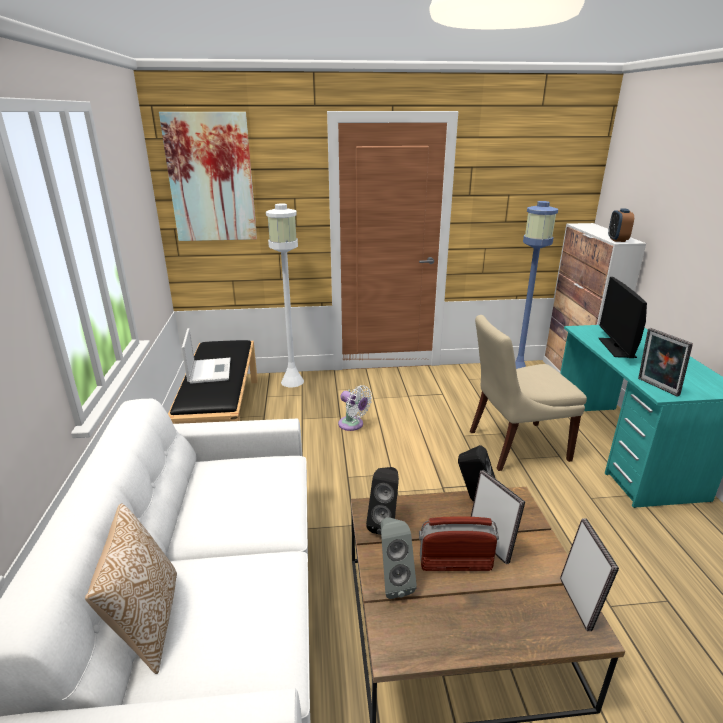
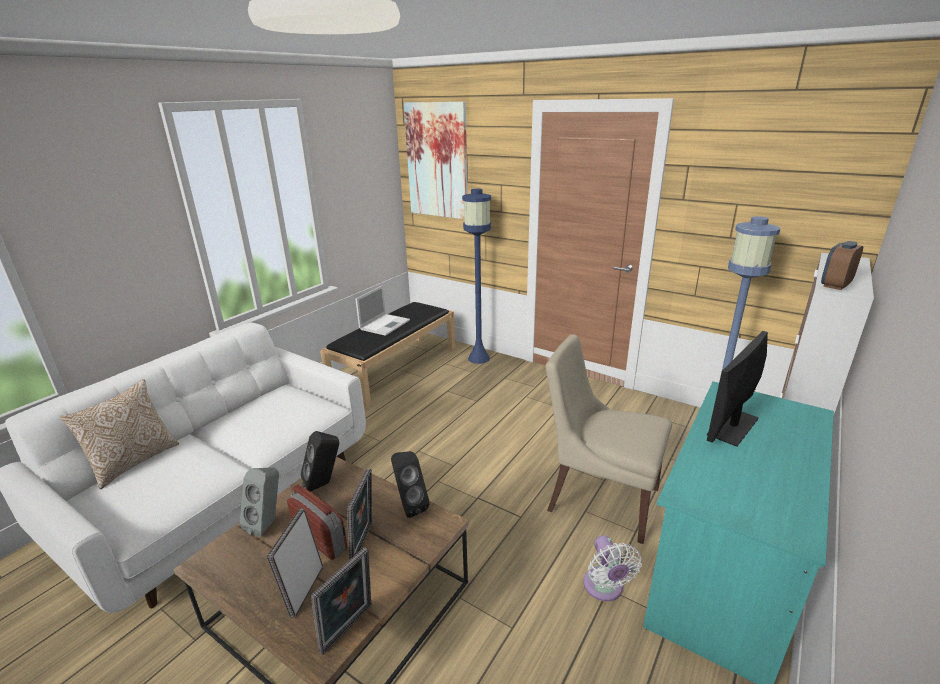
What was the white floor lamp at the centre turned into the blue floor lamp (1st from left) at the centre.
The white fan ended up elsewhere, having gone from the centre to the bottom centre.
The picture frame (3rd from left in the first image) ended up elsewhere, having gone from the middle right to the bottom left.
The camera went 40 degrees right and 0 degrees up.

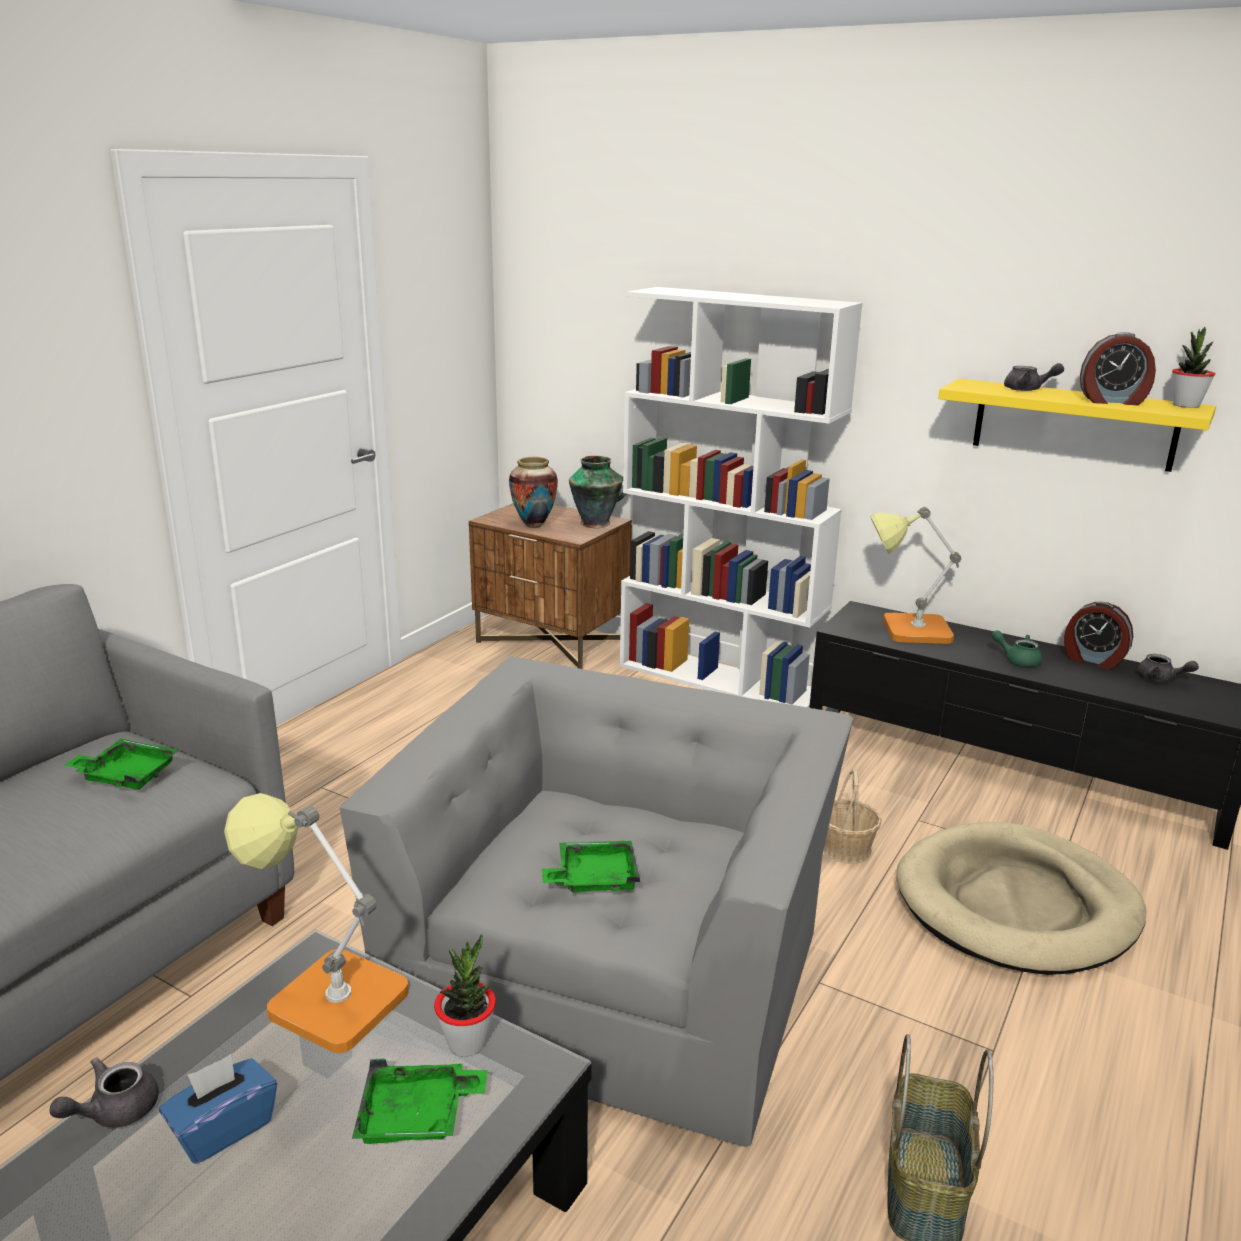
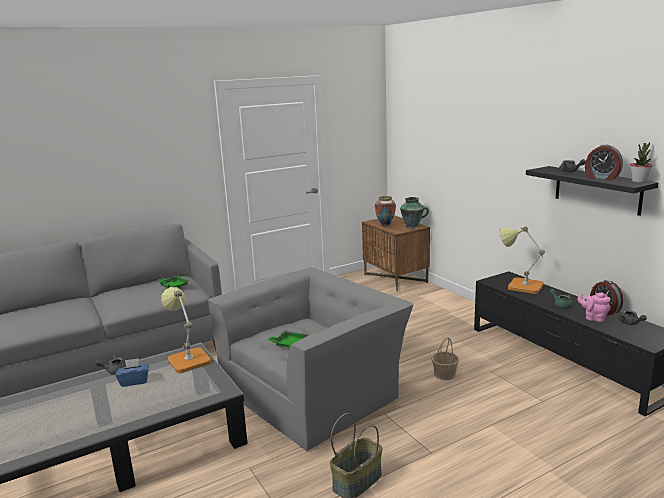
The second view lost the green tray (2nd from left) at the bottom centre.
The second view lost the potted plant (1st from left) at the bottom centre.
The second view lost the white bookcase at the centre.
The second view lost the beige dog bed at the bottom right.
What was the yellow shelf at the middle right turned into the black shelf at the middle right.
The second view gained the pink teapot at the middle right.
The camera went 30 degrees right and 5 degrees down.

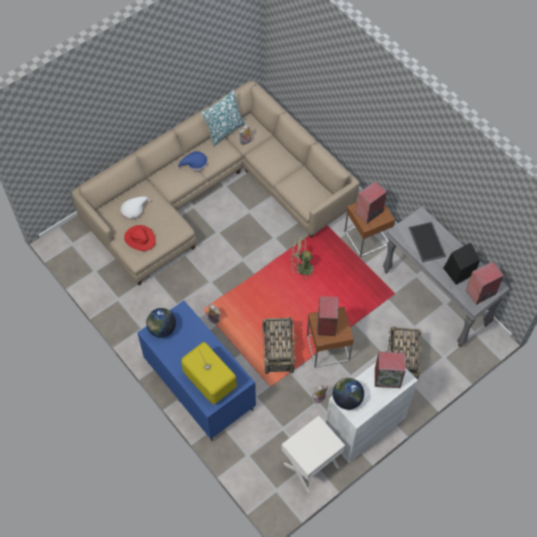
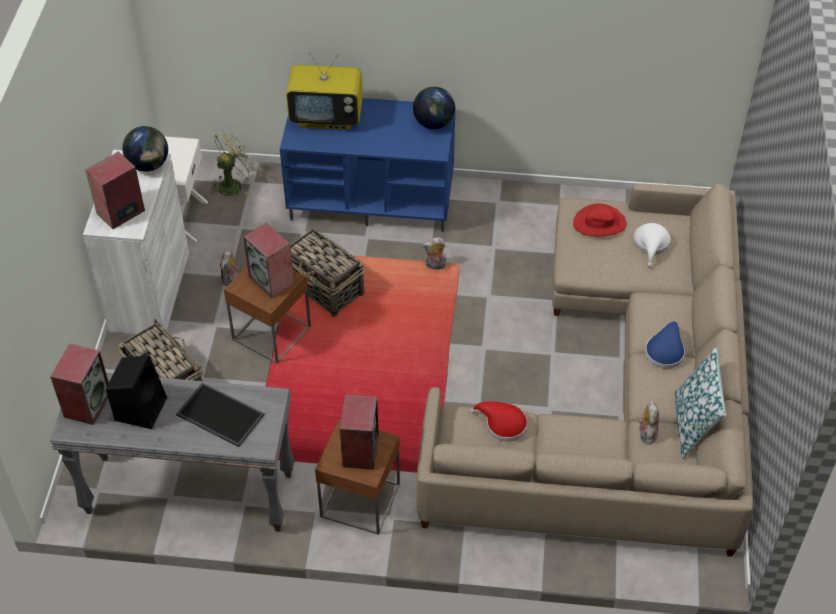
The green fan ended up elsewhere, having gone from the centre to the top left.
The second view gained the red hat (1st from left) at the bottom centre.
The camera went 135 degrees right and 10 degrees down.

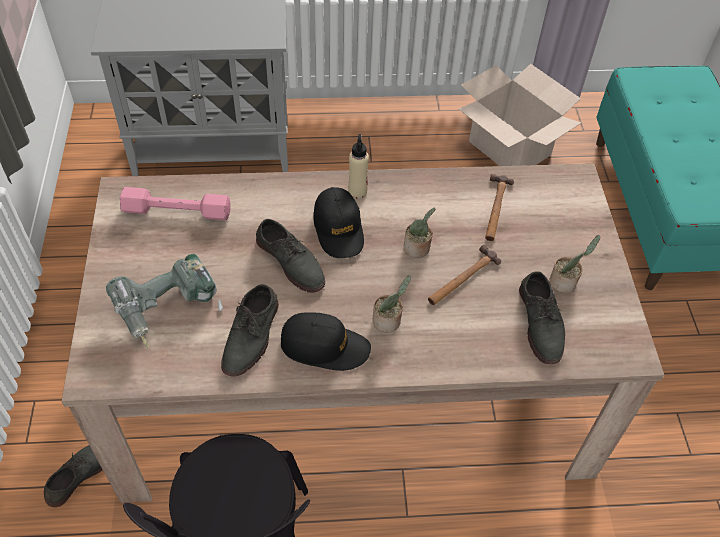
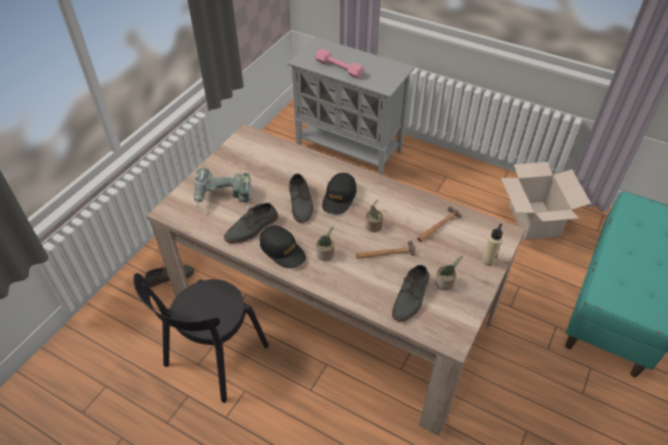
The pink dumbbell ended up elsewhere, having gone from the middle left to the top centre.
The beige bottle ended up elsewhere, having gone from the top centre to the middle right.
The camera went 35 degrees right and 5 degrees down.

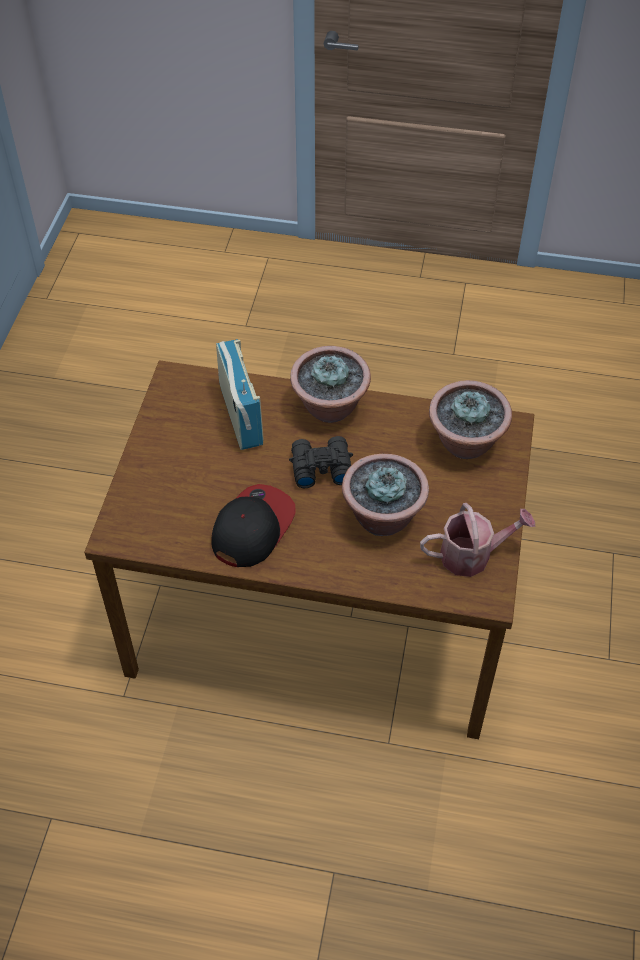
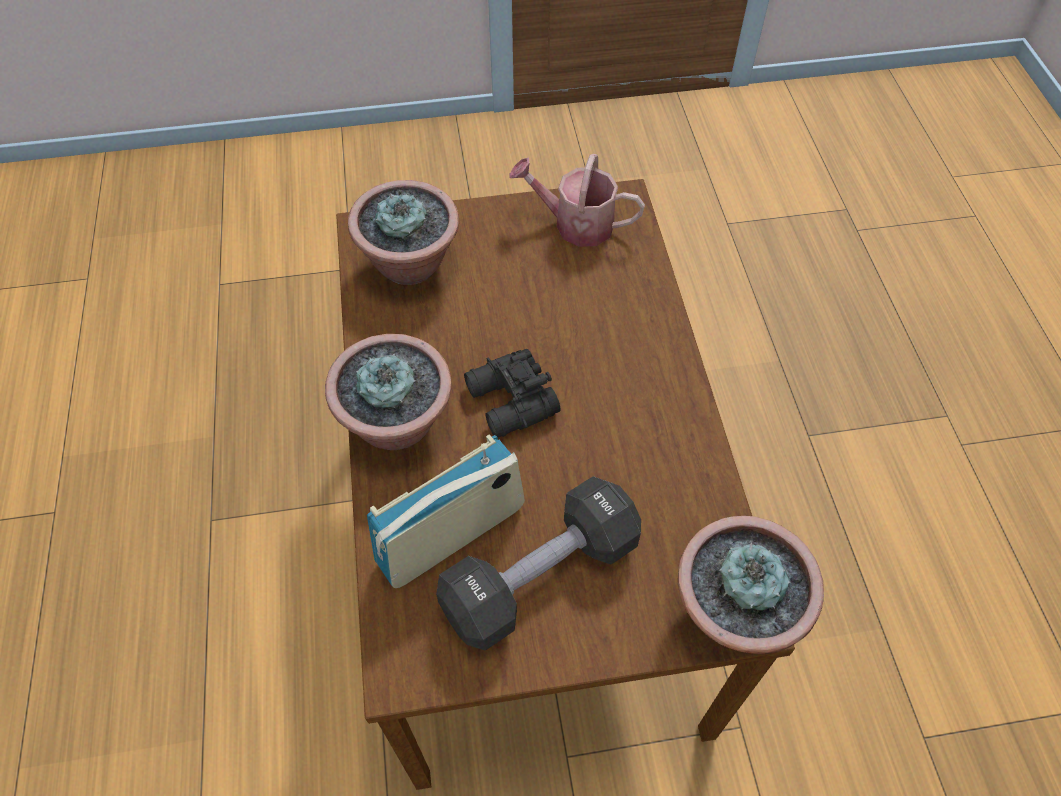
The second view lost the cap at the centre.
The potted plant (2nd from left in the first image) ended up elsewhere, having gone from the centre to the bottom right.
The watering can at the middle right ended up facing another way, 45 degrees counterclockwise from before.
The second view gained the black dumbbell at the bottom centre.
The camera went 110 degrees left and 5 degrees up.

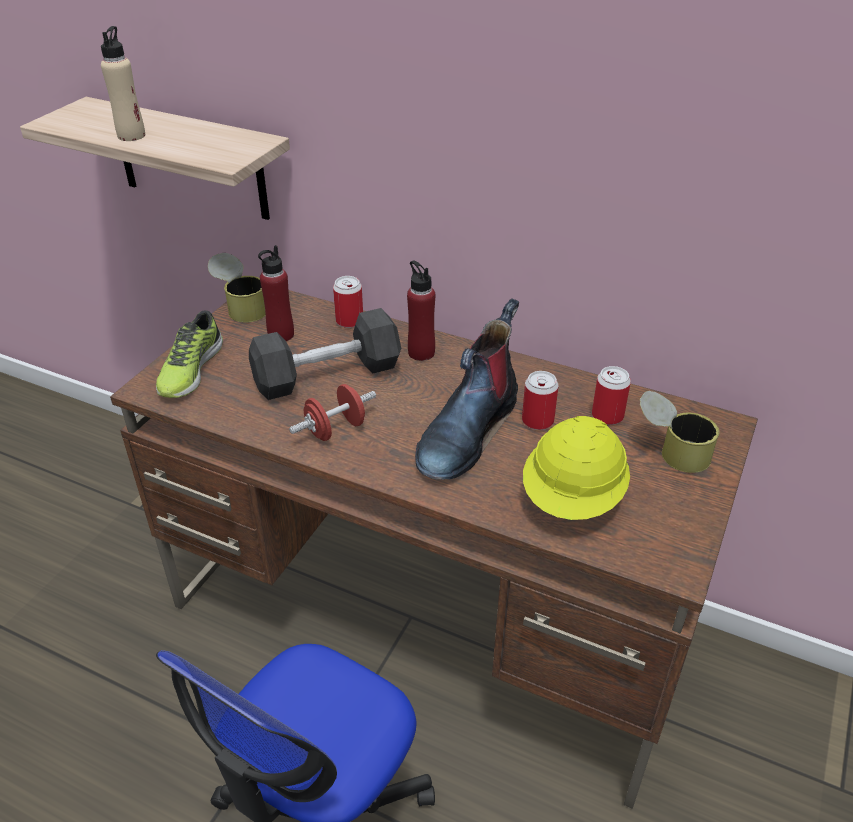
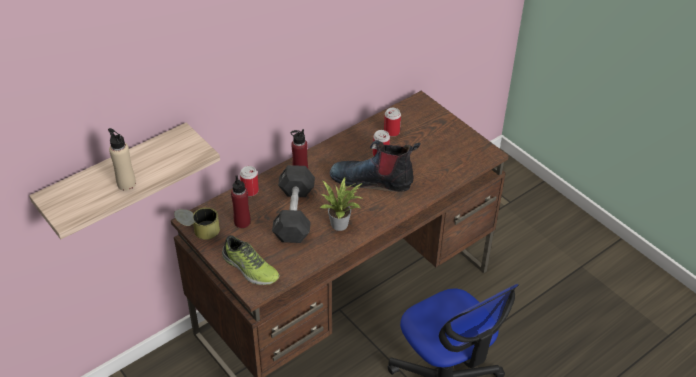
Where the red dumbbell stood at the centre, the potted plant came to stand at the centre.
The boot at the centre ended up facing another way, 135 degrees clockwise from before.
The second view lost the yellow hard hat at the middle right.
The second view lost the can (5th from left) at the middle right.
The camera went 65 degrees left and 5 degrees up.

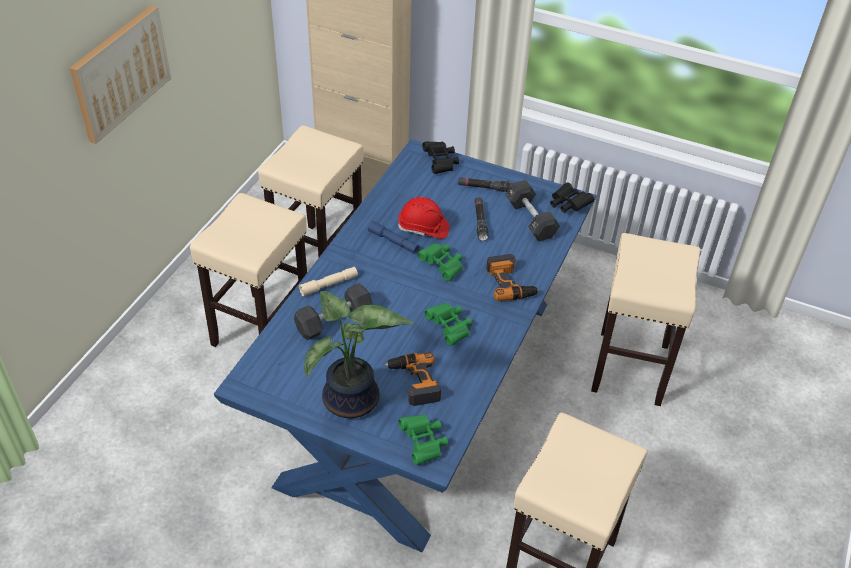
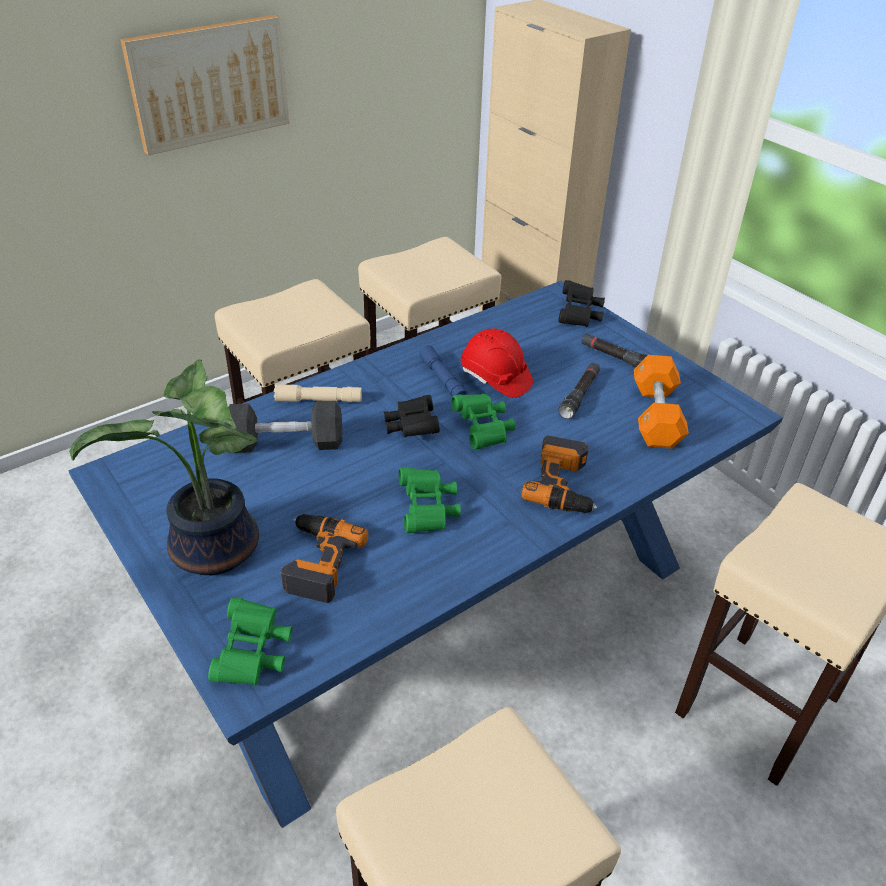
What was the black dumbbell (2nd from left) at the centre turned into the orange dumbbell at the middle right.
The black binoculars (2nd from left in the first image) ended up elsewhere, having gone from the middle right to the centre.
The camera went 30 degrees right and 5 degrees down.

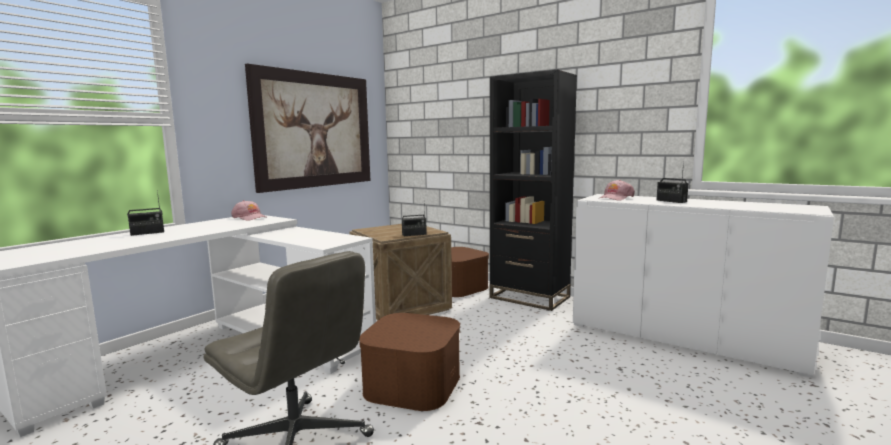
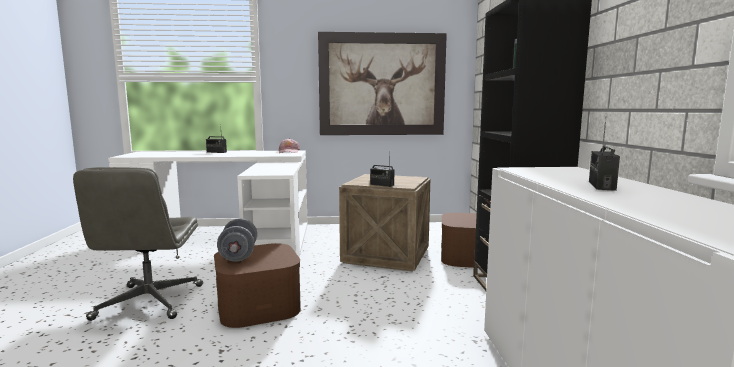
The second view lost the pink cap (2nd from left) at the middle right.
The second view gained the grey dumbbell at the middle left.
The camera went 50 degrees right and 0 degrees up.

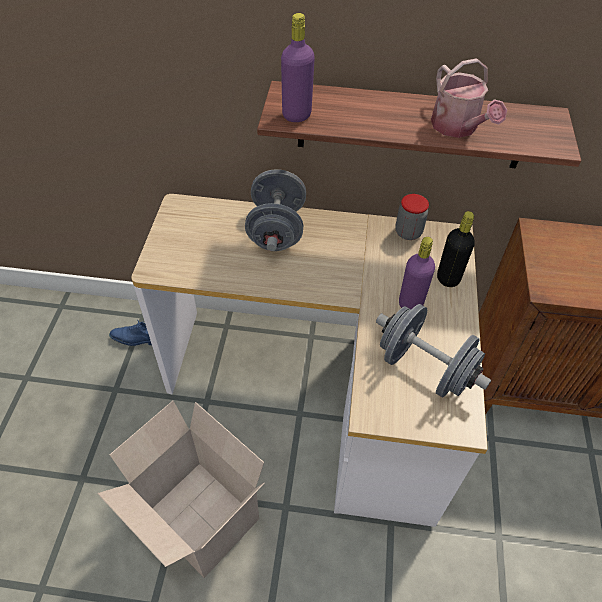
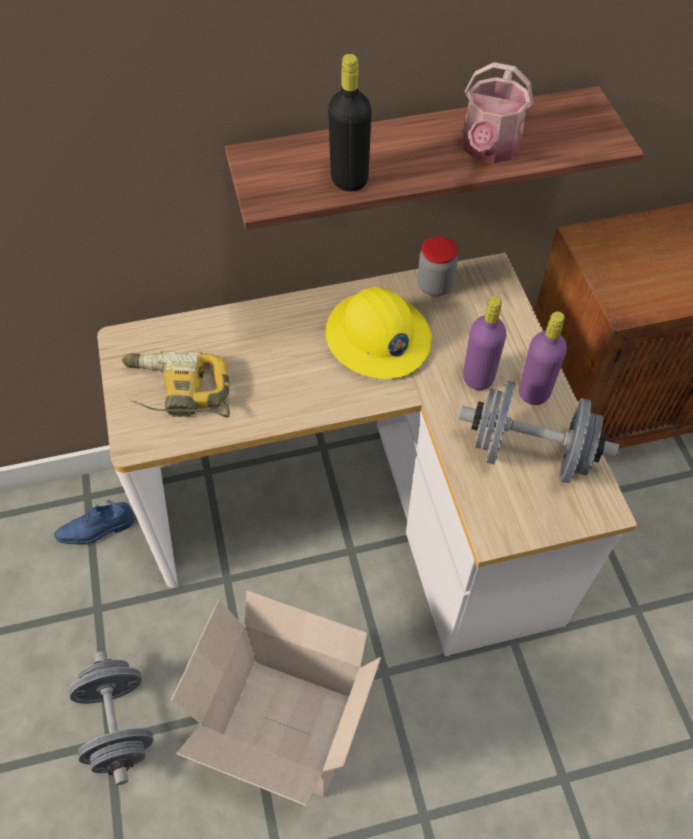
The grey dumbbell (1st from left) ended up elsewhere, having gone from the centre to the bottom left.
The purple bottle (1st from left in the first image) ended up elsewhere, having gone from the top centre to the middle right.
The watering can at the top right ended up facing another way, 60 degrees clockwise from before.
The black bottle ended up elsewhere, having gone from the middle right to the top centre.
The second view gained the power drill at the middle left.
The second view gained the yellow hard hat at the centre.
The camera went 20 degrees left and 5 degrees up.

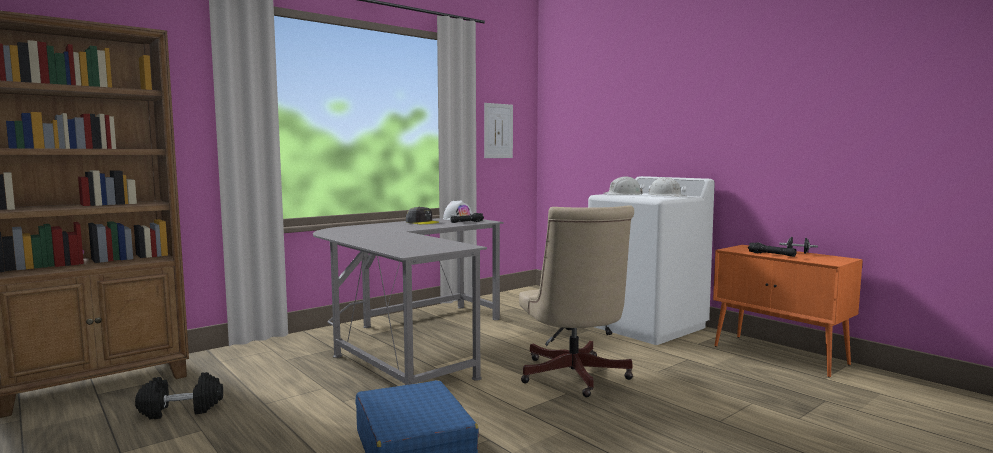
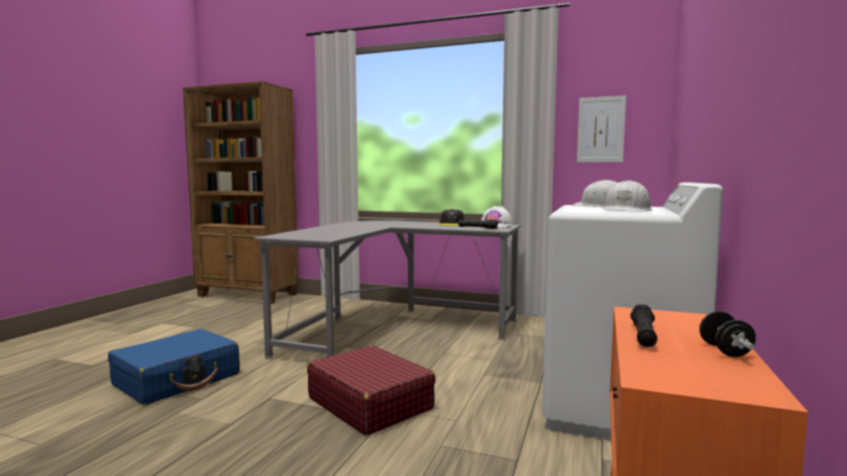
The second view lost the black dumbbell (1st from left) at the bottom left.
Where the beige office chair stood at the centre, the red suitcase came to stand at the bottom centre.
The camera went 60 degrees right and 0 degrees up.

